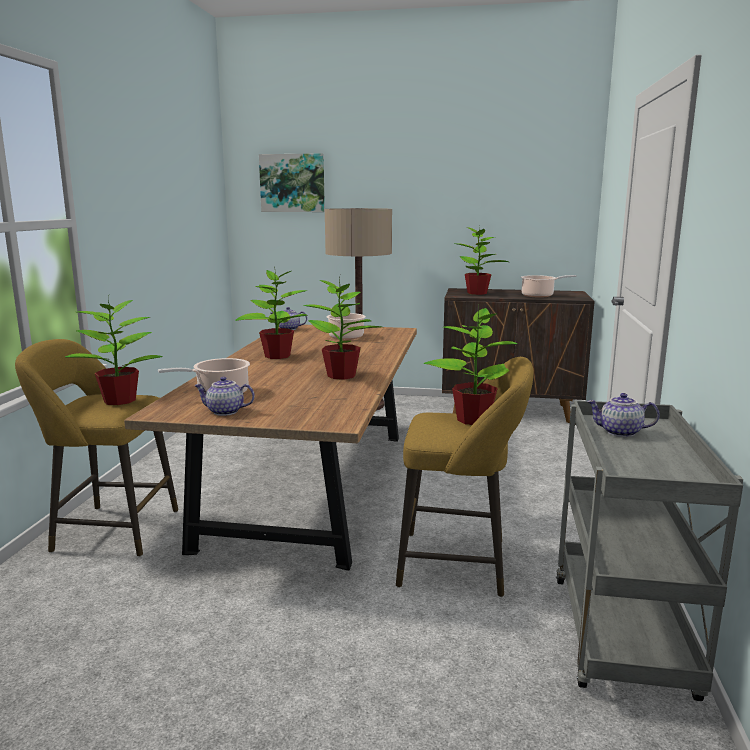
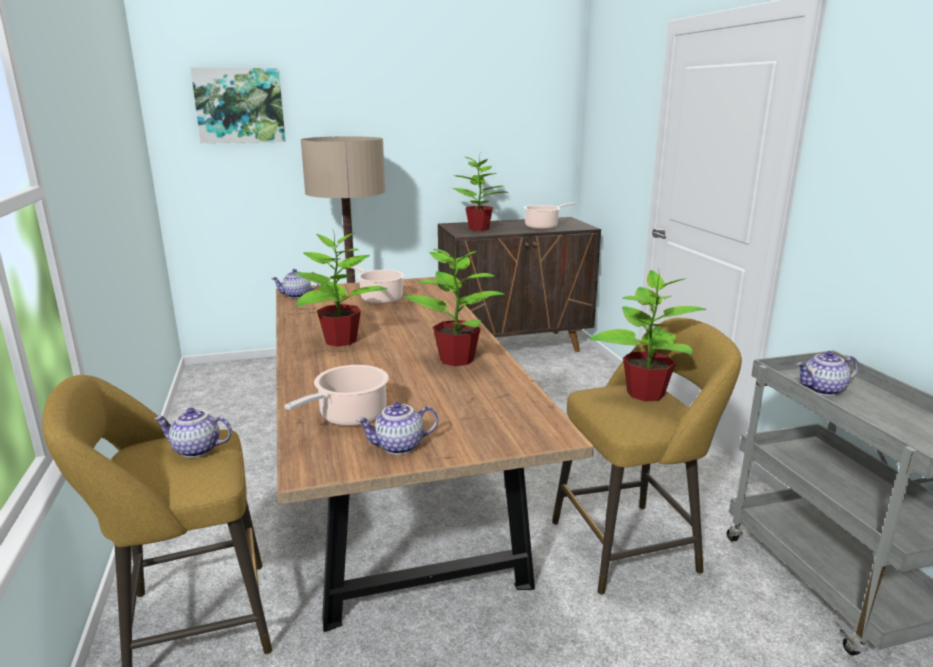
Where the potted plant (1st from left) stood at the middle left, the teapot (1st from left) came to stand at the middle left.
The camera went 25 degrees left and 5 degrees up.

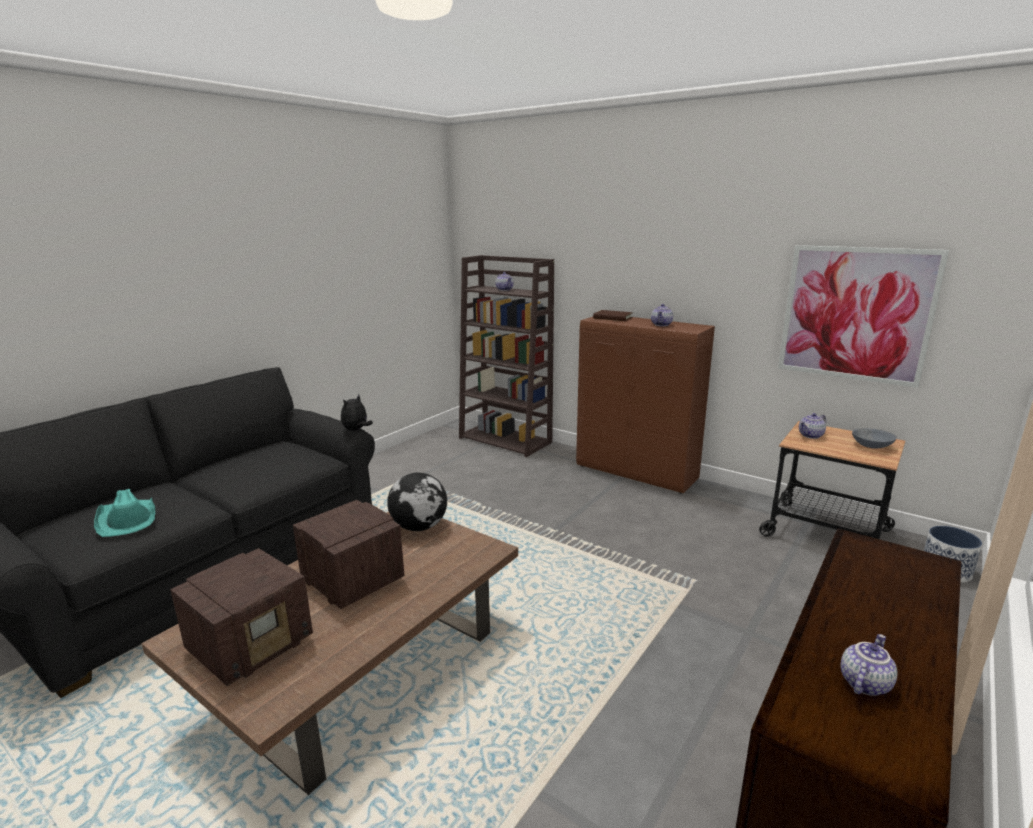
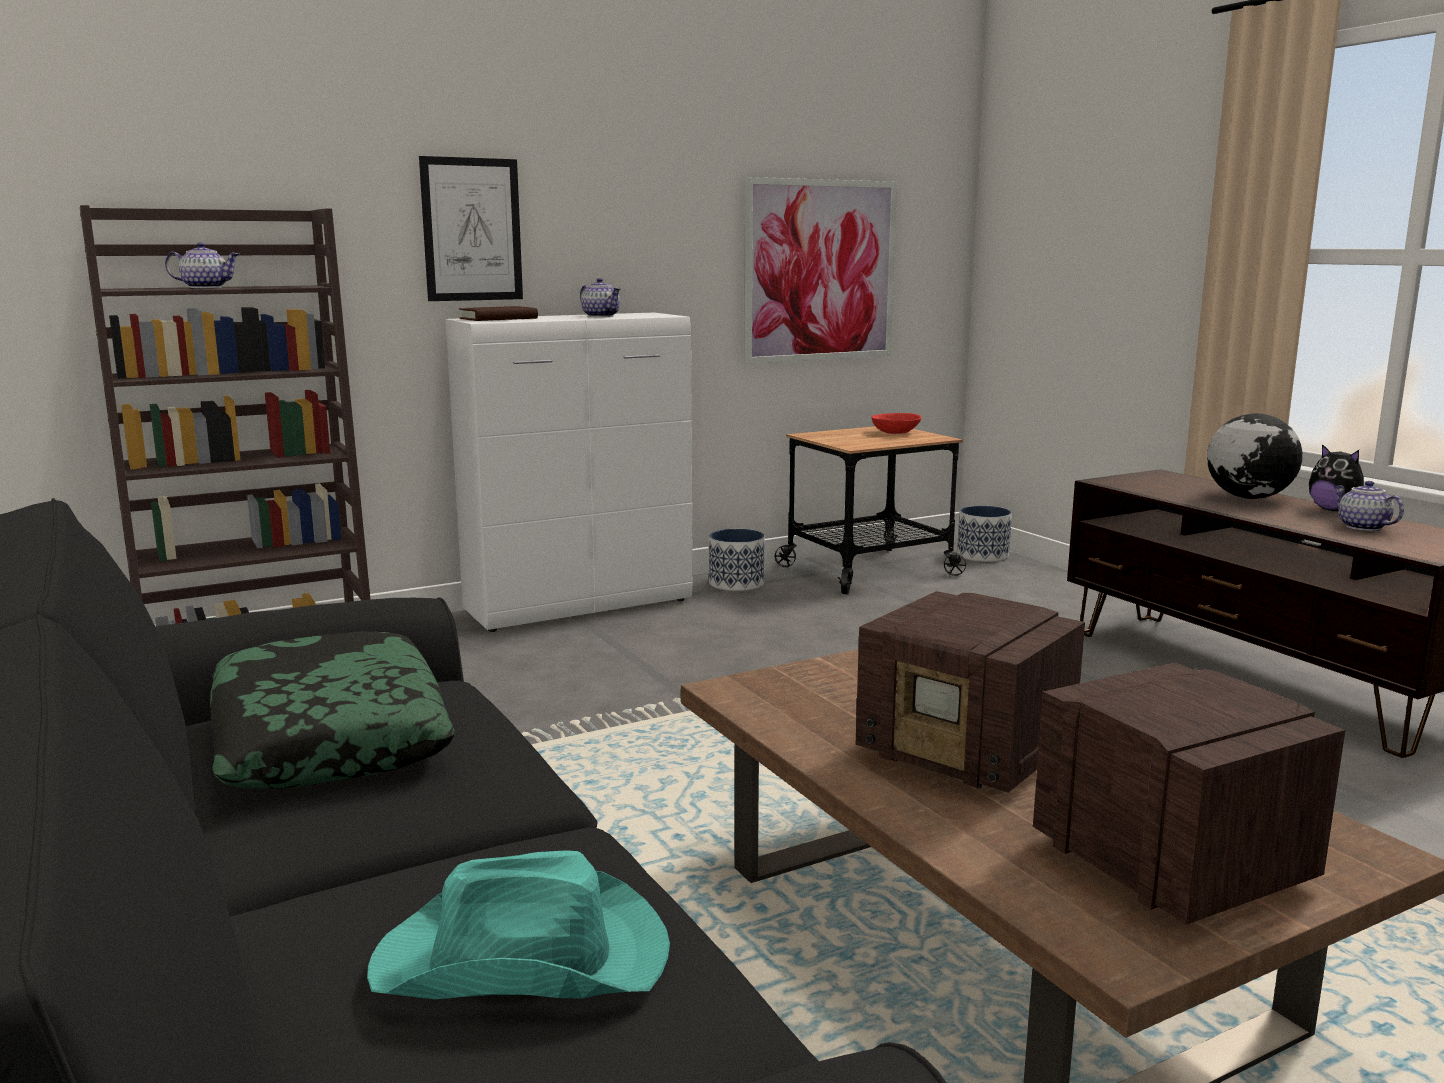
The radio (2nd from left in the first image) at the bottom centre ended up facing another way, 120 degrees counterclockwise from before.
The plush toy ended up elsewhere, having gone from the centre to the middle right.
The globe ended up elsewhere, having gone from the centre to the middle right.
What was the brown cabinet at the centre turned into the white cabinet at the centre.
The second view lost the teapot (3rd from left) at the middle right.
What was the grey bowl at the middle right turned into the red bowl at the centre.
The second view gained the pillow at the middle left.
The second view gained the picture (1st from left) at the top left.
The second view gained the planter (1st from left) at the centre.
The camera went 65 degrees left and 5 degrees down.

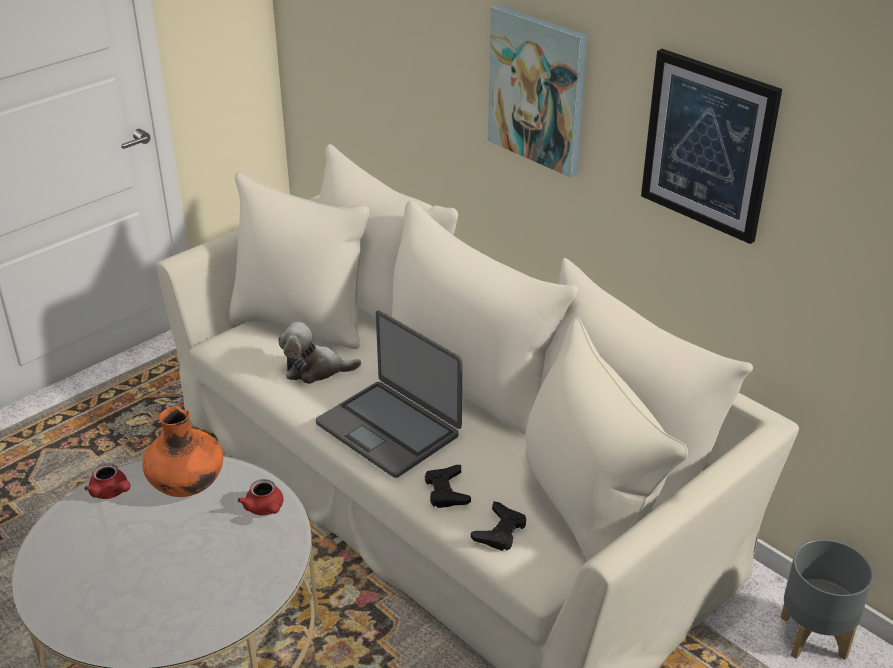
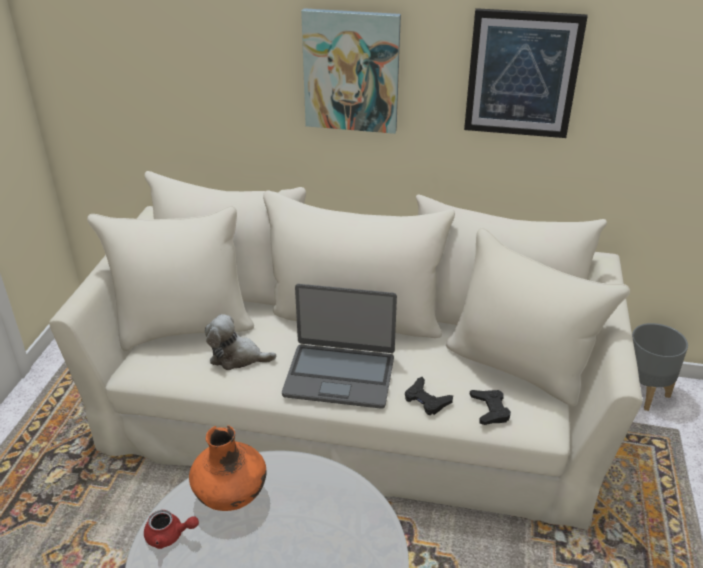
The second view lost the red teapot (2nd from left) at the bottom left.
The plush toy at the centre ended up facing another way, 45 degrees clockwise from before.
The camera went 35 degrees left and 0 degrees up.

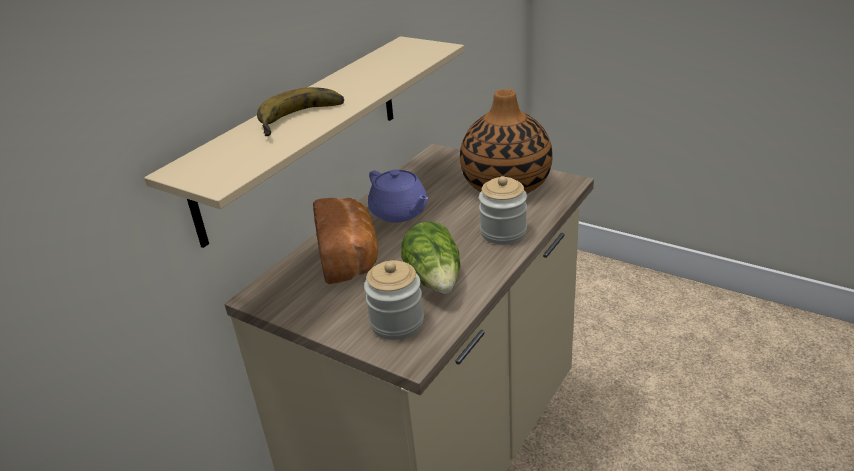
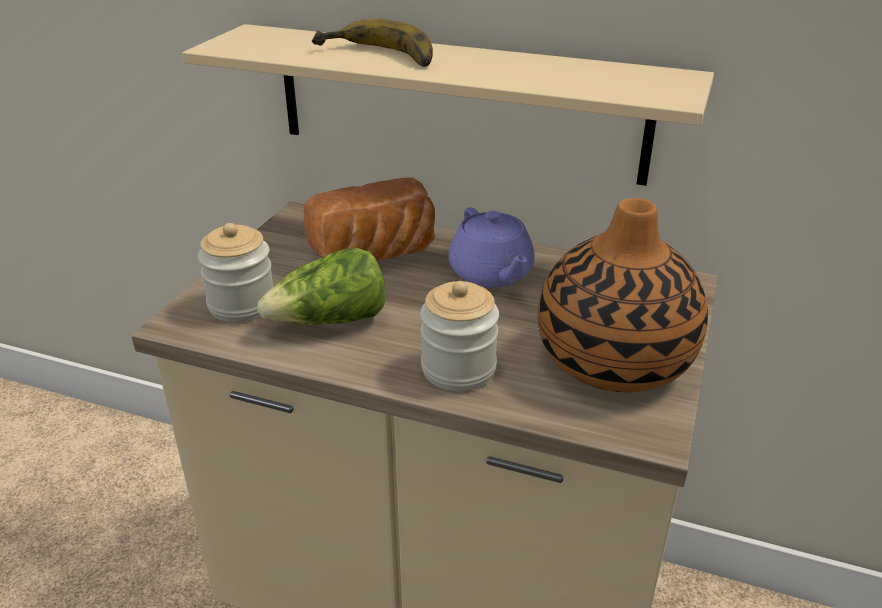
The purple teapot at the centre ended up facing another way, 60 degrees counterclockwise from before.
The camera went 75 degrees right and 0 degrees up.

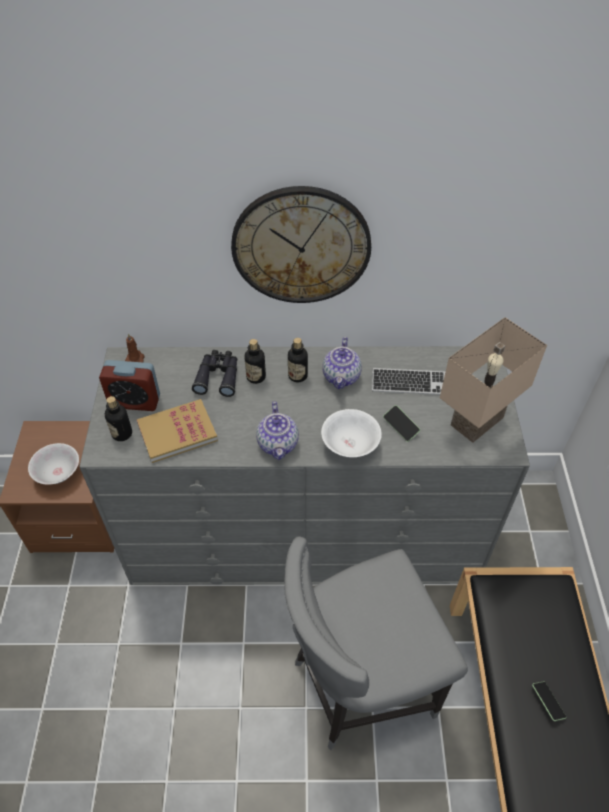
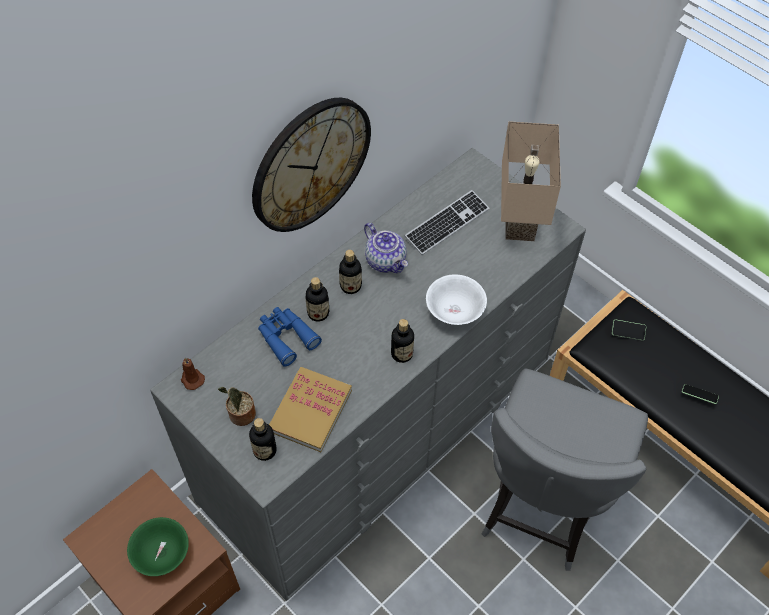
What was the white bowl (1st from left) at the middle left turned into the green bowl at the bottom left.
Where the alarm clock stood at the middle left, the potted plant came to stand at the middle left.
What was the black binoculars at the centre turned into the blue binoculars at the centre.
Where the teapot (1st from left) stood at the centre, the bottle (4th from left) came to stand at the centre.
The phone (1st from left) ended up elsewhere, having gone from the centre to the middle right.
The camera went 45 degrees left and 5 degrees up.

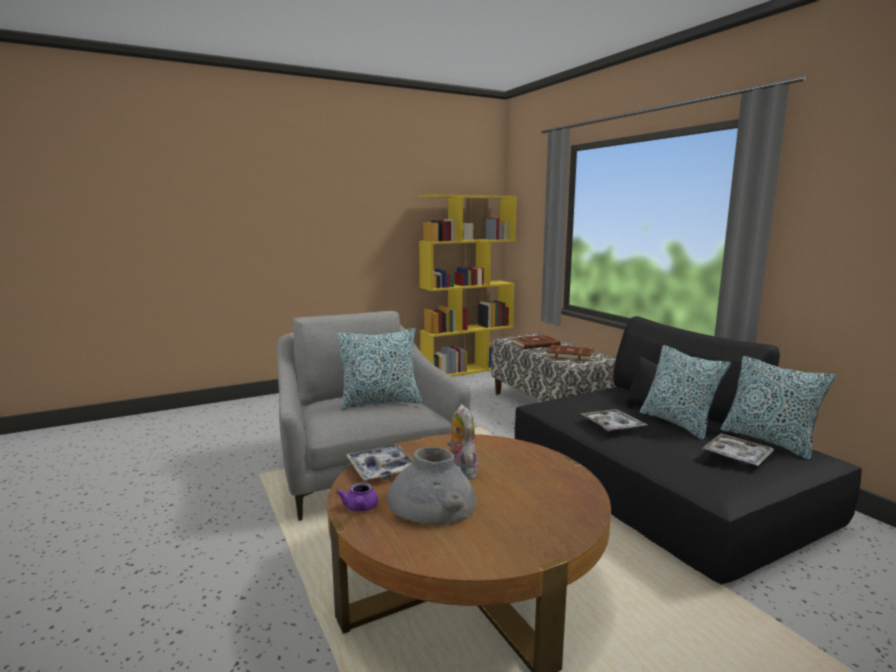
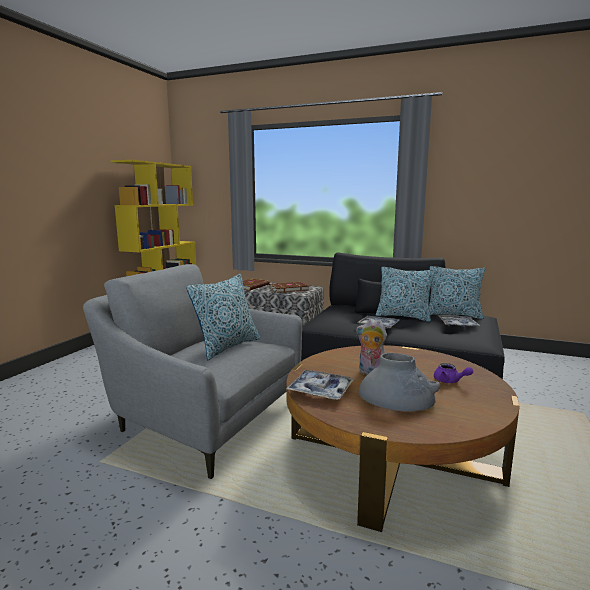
The purple teapot ended up elsewhere, having gone from the bottom centre to the middle right.
The camera went 40 degrees left and 0 degrees up.

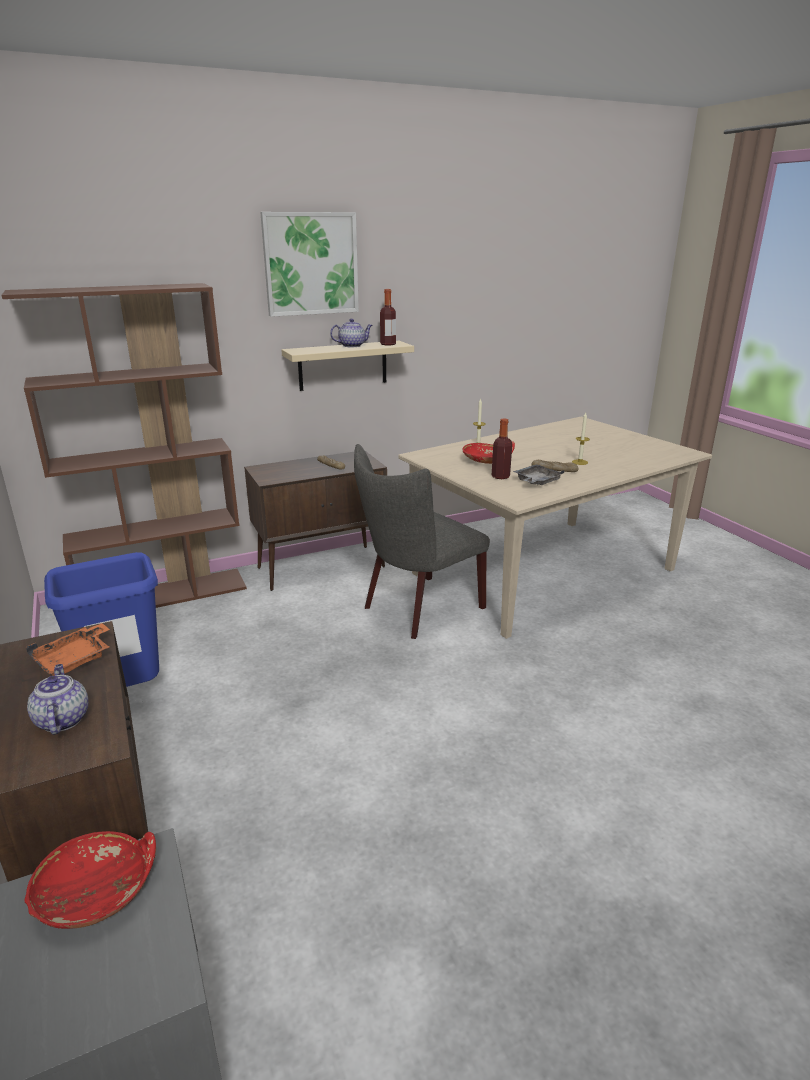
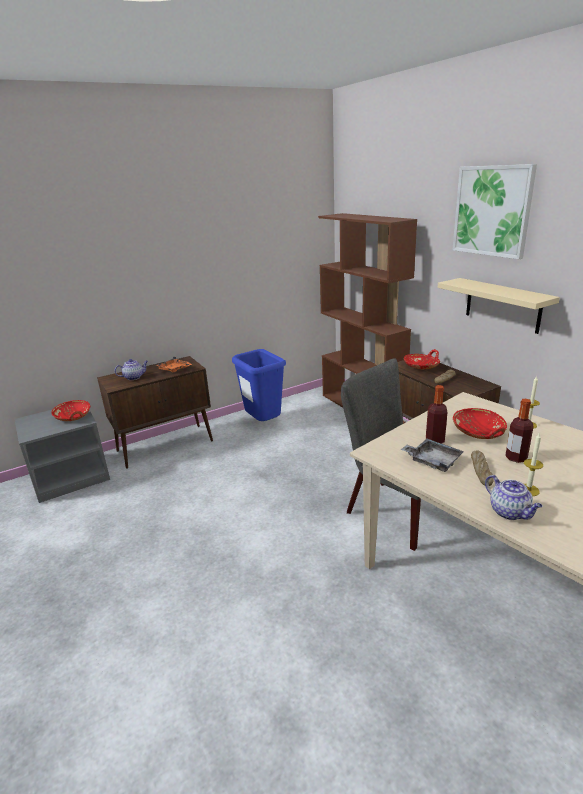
The teapot (2nd from left) ended up elsewhere, having gone from the top centre to the middle right.
The bottle (1st from left in the first image) ended up elsewhere, having gone from the top centre to the middle right.
The second view gained the red bowl (2nd from left) at the middle right.
The camera went 85 degrees right and 0 degrees up.

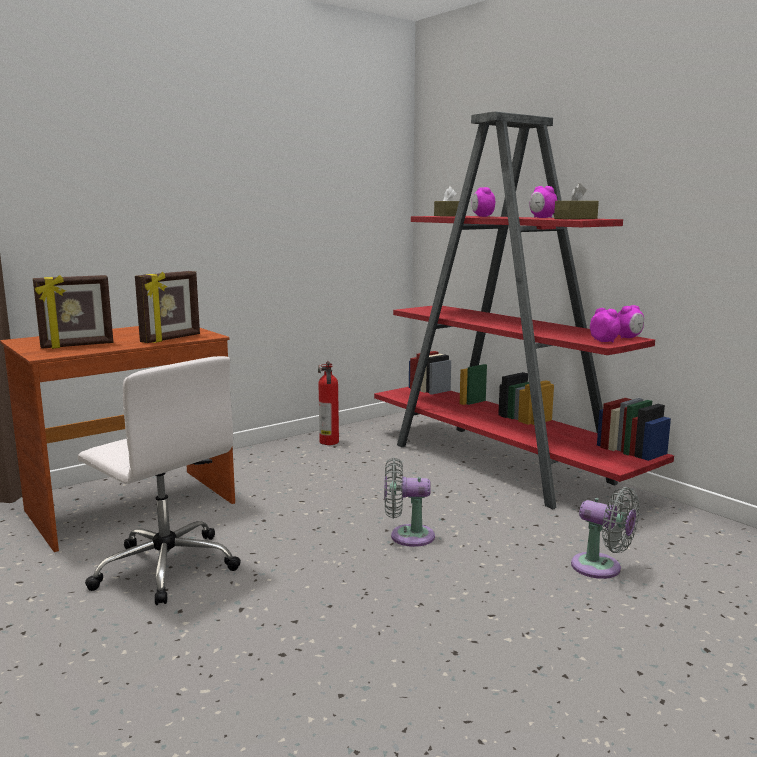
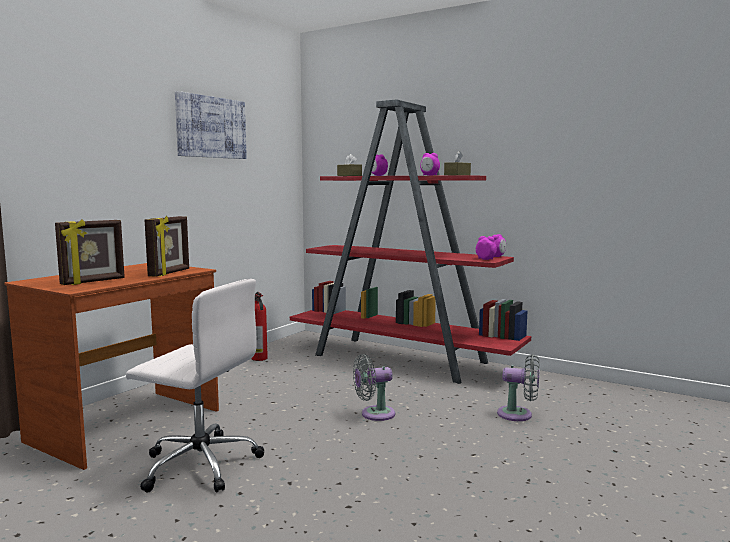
The second view gained the picture at the top left.
The camera went 20 degrees left and 5 degrees down.

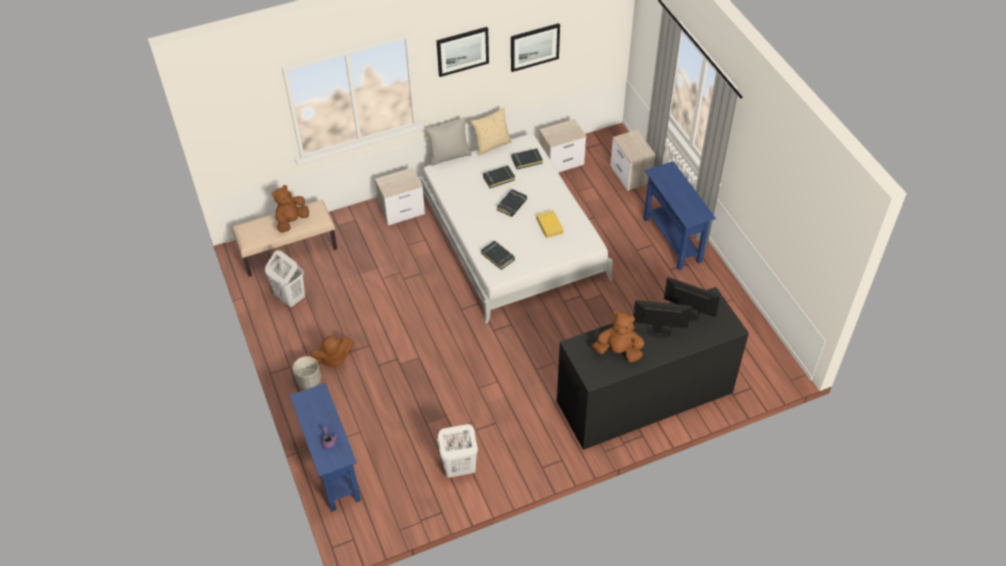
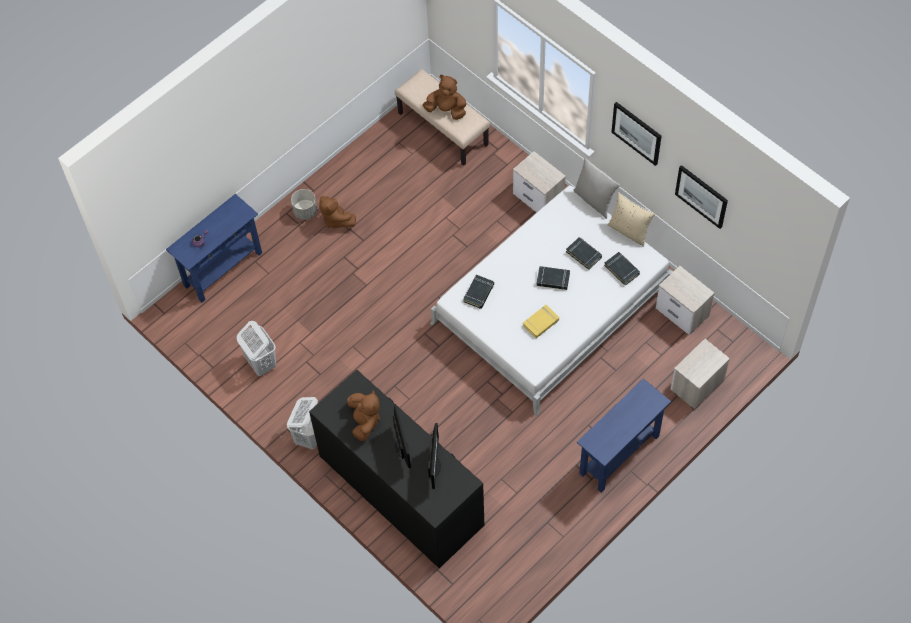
The white laundry basket (1st from left in the first image) ended up elsewhere, having gone from the middle left to the bottom left.
The camera went 70 degrees right and 10 degrees up.

